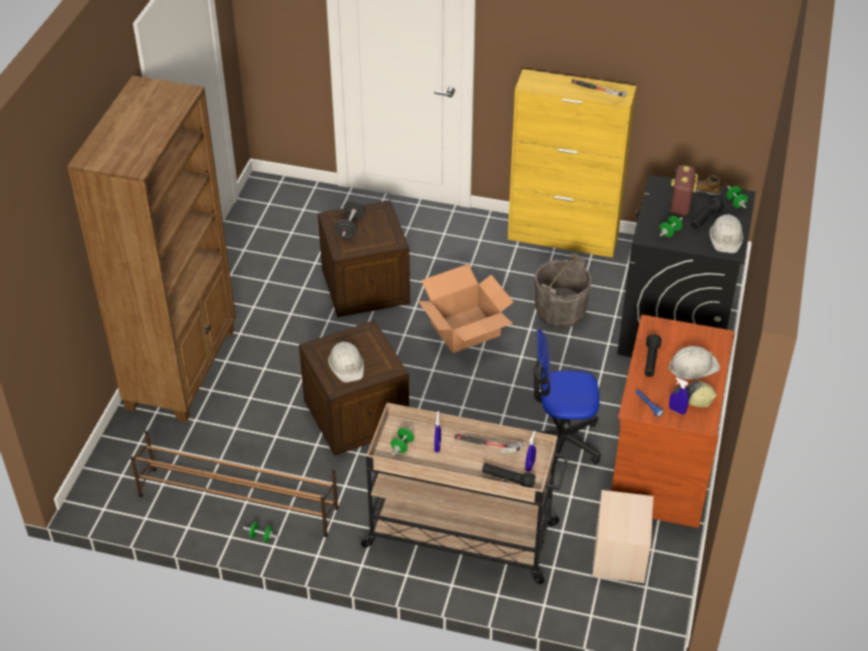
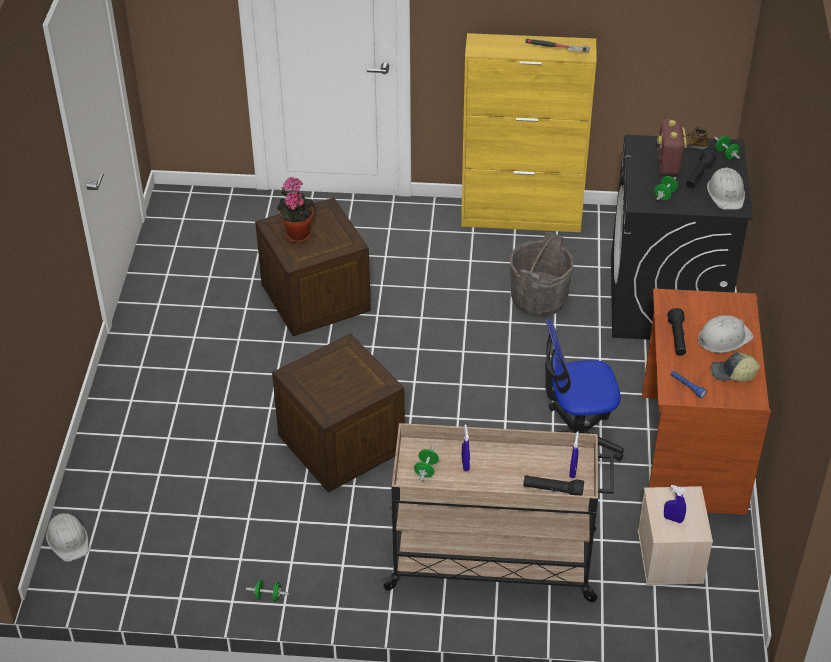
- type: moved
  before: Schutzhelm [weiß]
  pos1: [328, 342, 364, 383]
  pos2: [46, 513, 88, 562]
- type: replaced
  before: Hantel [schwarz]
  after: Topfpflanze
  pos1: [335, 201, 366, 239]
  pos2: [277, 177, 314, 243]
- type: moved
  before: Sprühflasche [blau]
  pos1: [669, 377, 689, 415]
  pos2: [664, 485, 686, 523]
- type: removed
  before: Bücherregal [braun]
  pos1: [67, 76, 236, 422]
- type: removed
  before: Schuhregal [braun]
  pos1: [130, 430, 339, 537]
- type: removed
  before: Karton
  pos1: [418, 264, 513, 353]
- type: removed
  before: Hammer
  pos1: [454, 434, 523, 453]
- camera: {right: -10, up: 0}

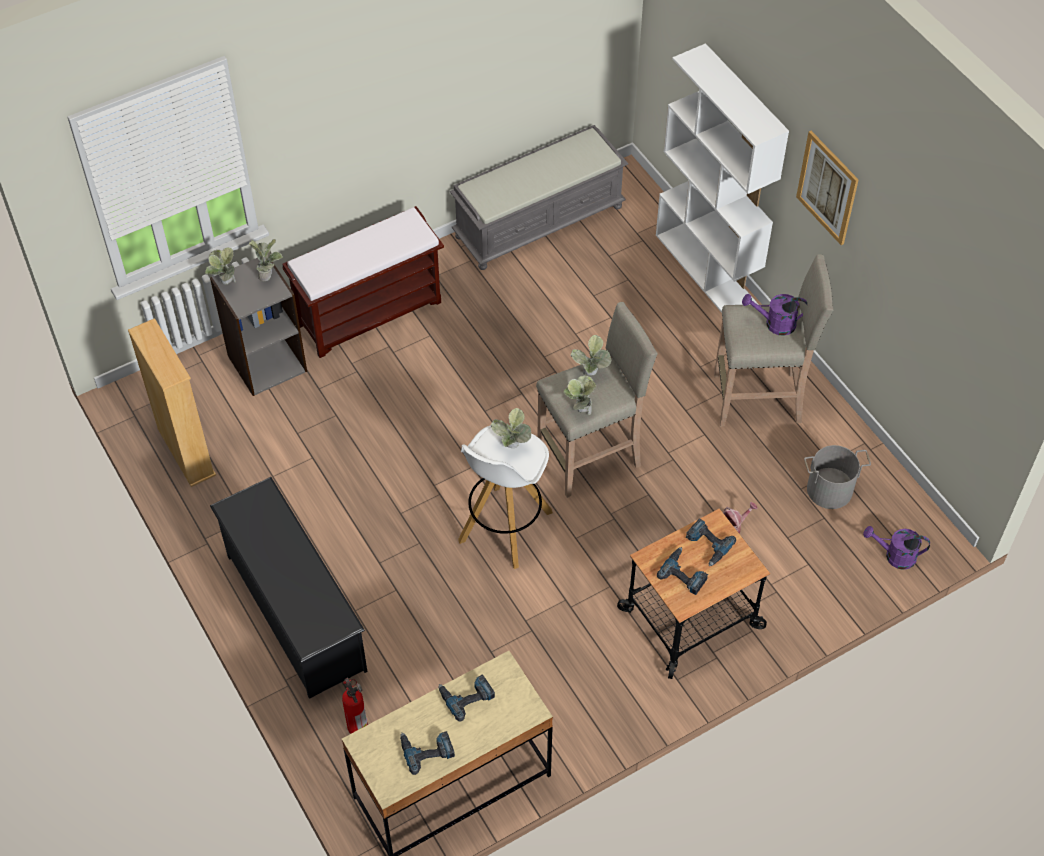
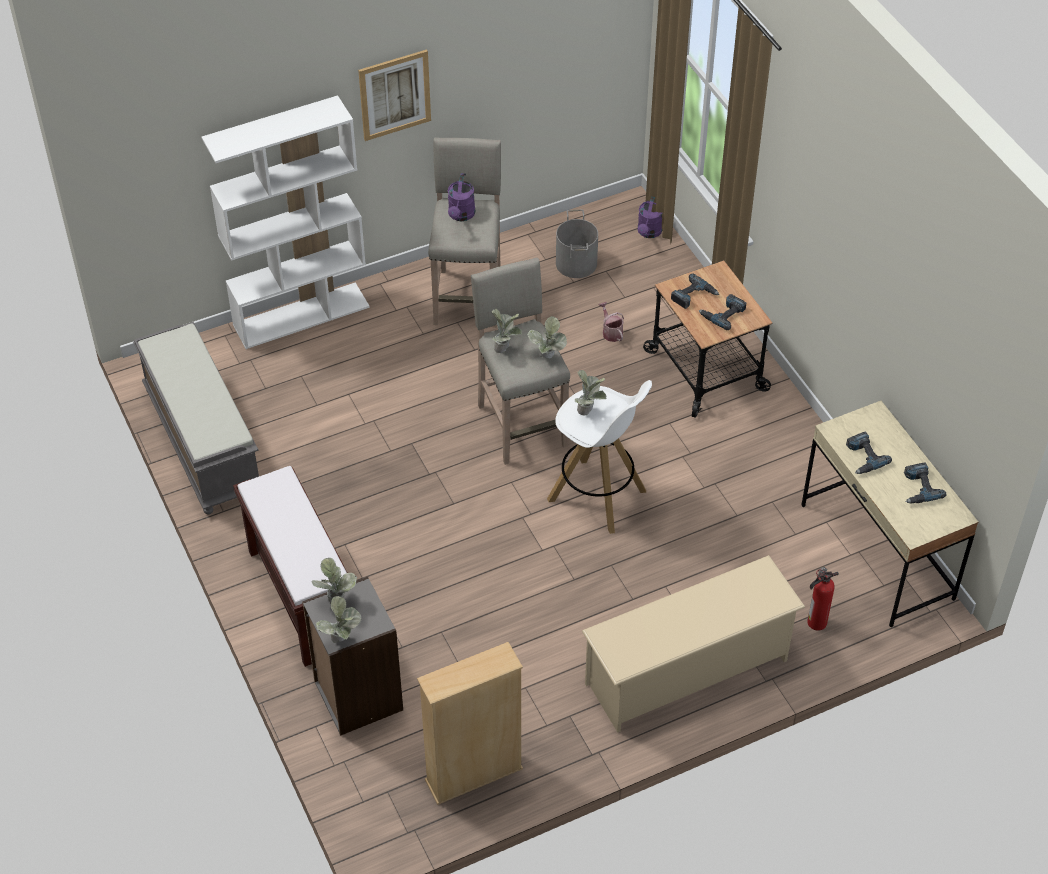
- type: recoloured
  before: Schuhregal [schwarz]
  after: Schuhregal [beige]
  pos1: [210, 477, 368, 699]
  pos2: [582, 555, 805, 733]
- camera: {right: -85, up: -5}

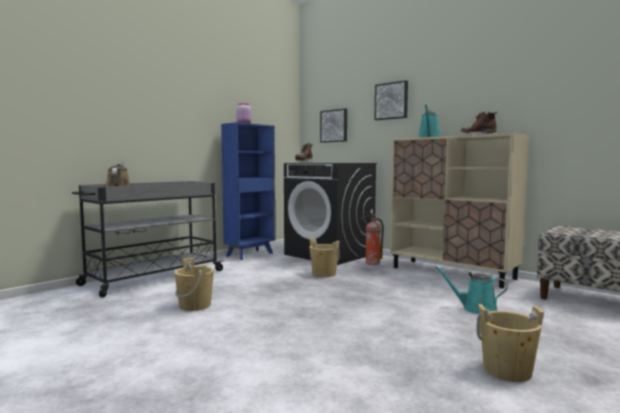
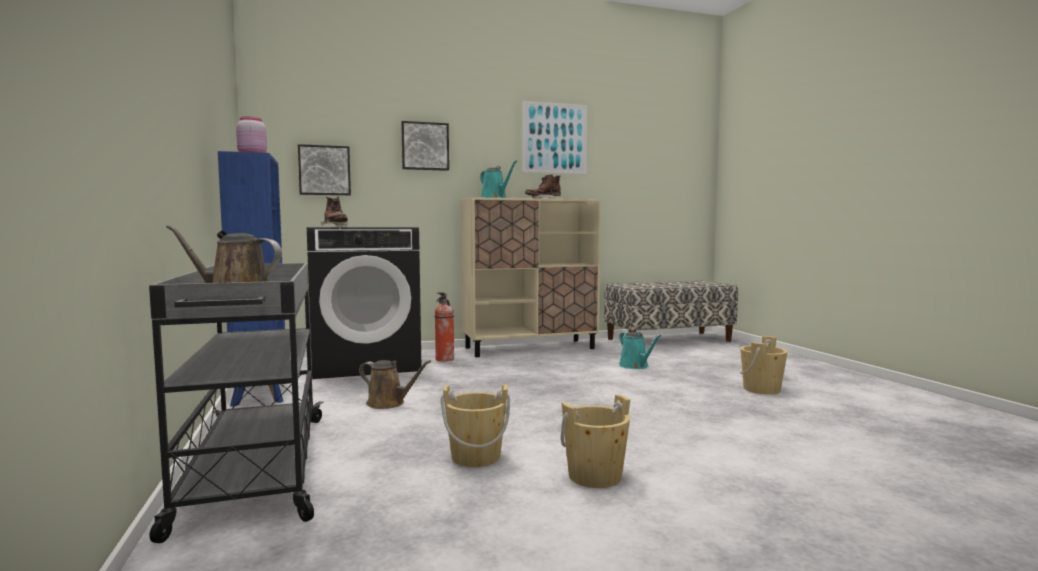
- type: added
  after: Gießkanne [braun]
  pos2: [359, 360, 431, 409]
- type: added
  after: Bild
  pos2: [522, 101, 587, 174]
- type: moved
  before: Eimer [beige]
  pos1: [309, 238, 340, 277]
  pos2: [561, 394, 630, 488]
- type: turned
  before: Gießkanne [türkis]
  pos1: [435, 266, 507, 314]
  pos2: [619, 332, 661, 369]
  turn: -75
- camera: {right: -60, up: 0}

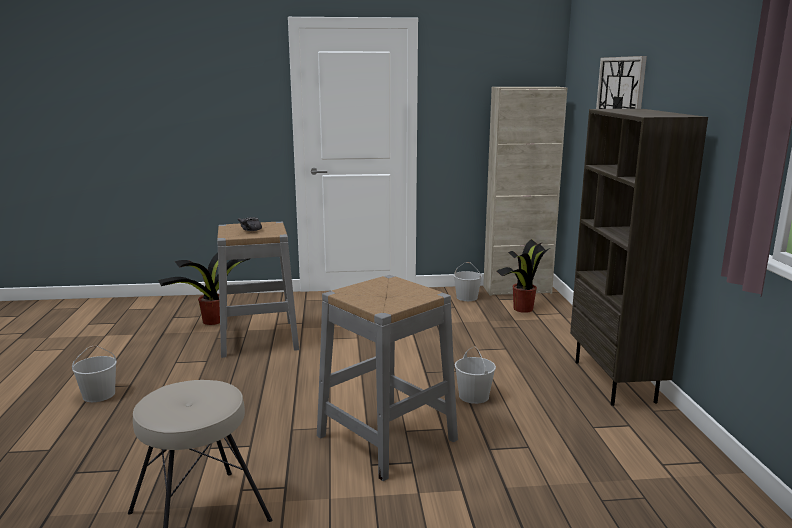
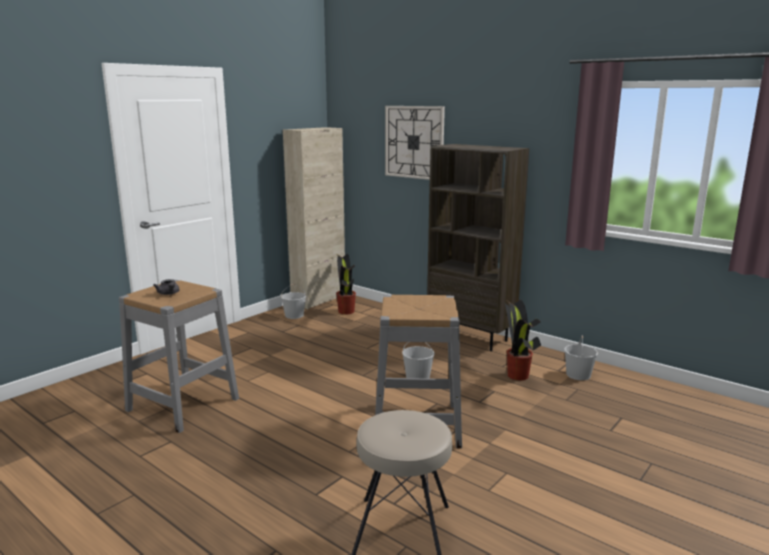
- type: moved
  before: Topfpflanze
  pos1: [158, 253, 251, 325]
  pos2: [505, 300, 541, 381]
- type: moved
  before: Eimer [weiß]
  pos1: [72, 346, 117, 402]
  pos2: [564, 336, 598, 380]
- camera: {right: -45, up: 0}

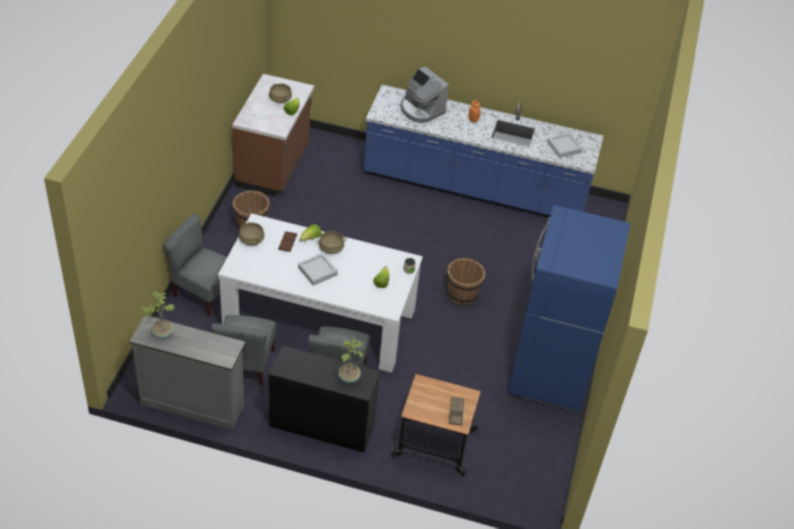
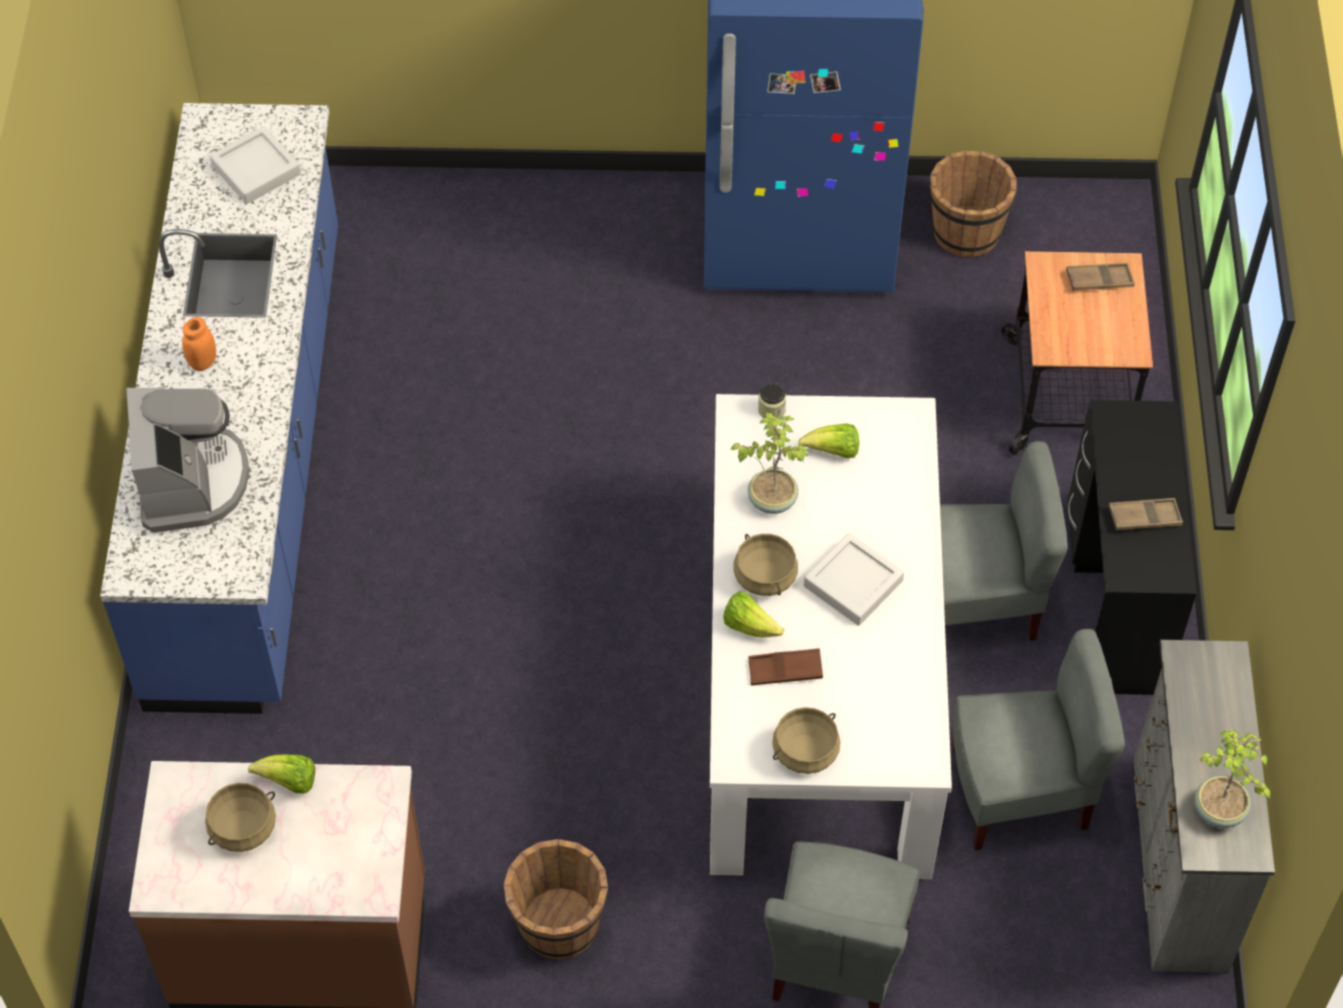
- type: turned
  before: Kaffeemaschine
  pos1: [400, 66, 449, 123]
  pos2: [126, 388, 249, 533]
  turn: -45
- type: moved
  before: Topfpflanze
  pos1: [338, 336, 364, 383]
  pos2: [731, 412, 809, 514]
- type: moved
  before: Eimer [braun]
  pos1: [447, 258, 486, 305]
  pos2: [930, 151, 1017, 257]
- type: added
  after: Tablett [braun]
  pos2: [1109, 498, 1183, 530]
- camera: {right: -100, up: 10}

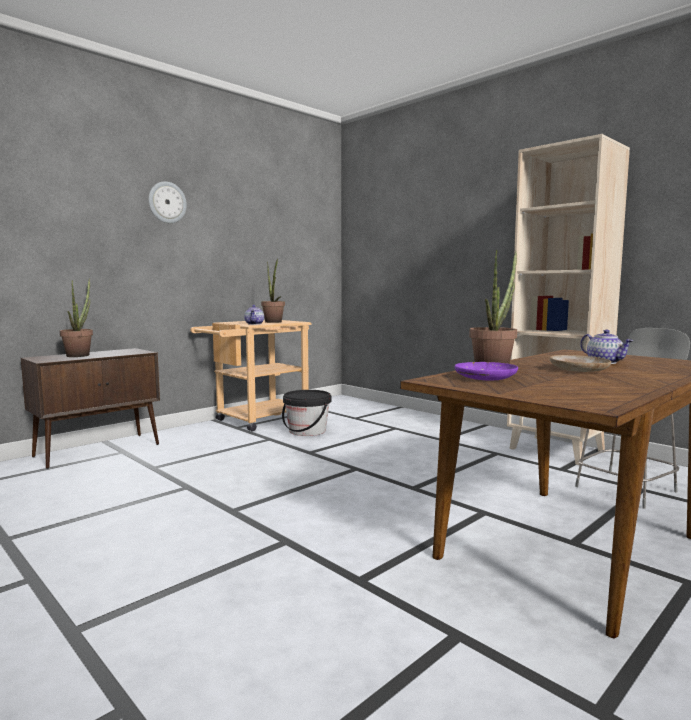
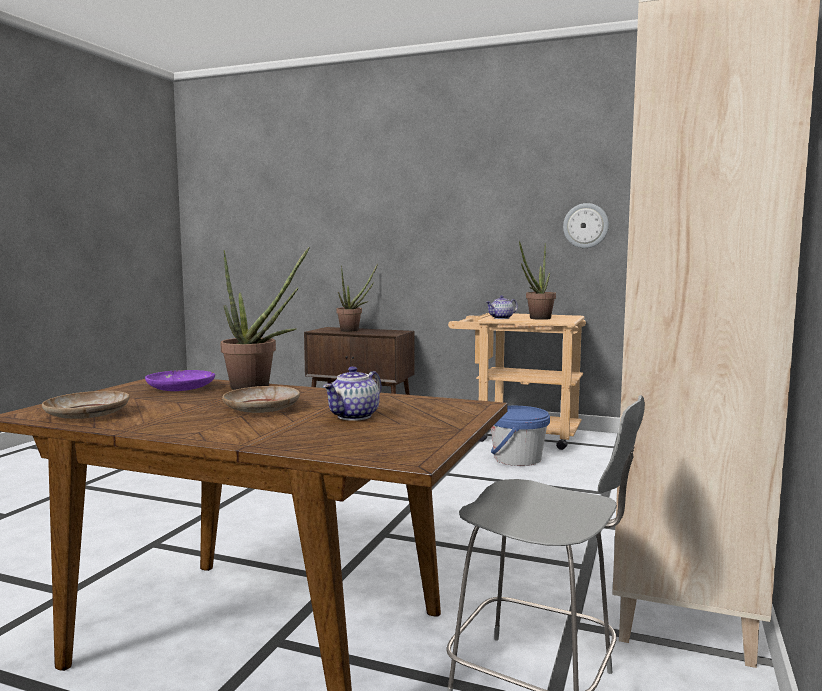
- type: added
  after: Teller [beige]
  pos2: [42, 391, 129, 419]
- type: recoloured
  before: Eimer [schwarz]
  after: Eimer [blau]
  pos1: [282, 390, 332, 436]
  pos2: [491, 406, 550, 466]
- type: moved
  before: Wanduhr
  pos1: [149, 182, 187, 223]
  pos2: [563, 203, 609, 248]
- camera: {right: 65, up: 0}

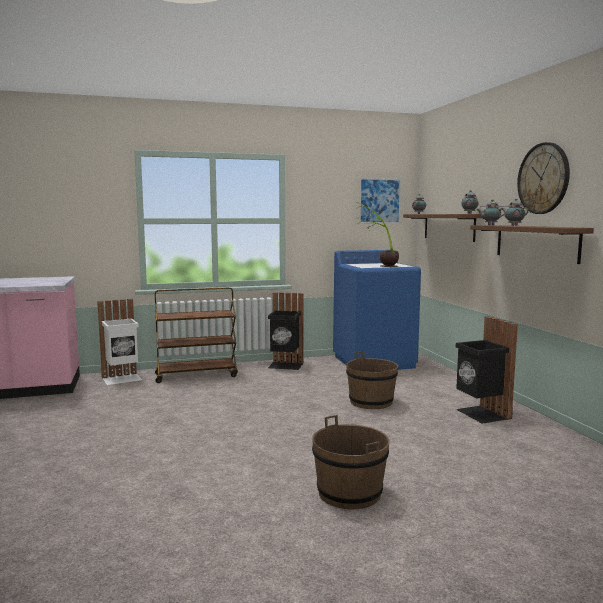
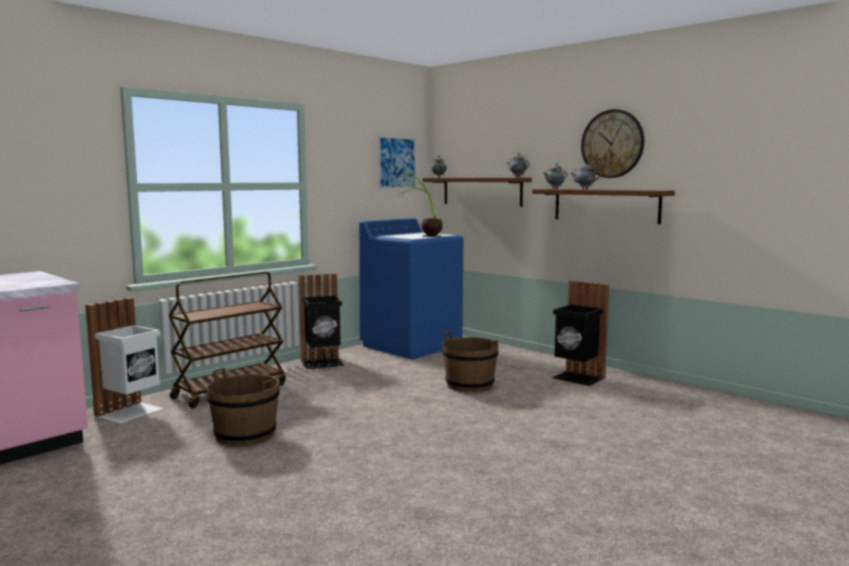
- type: moved
  before: Eimer [braun]
  pos1: [312, 415, 390, 509]
  pos2: [207, 368, 280, 446]
- camera: {right: -30, up: 0}

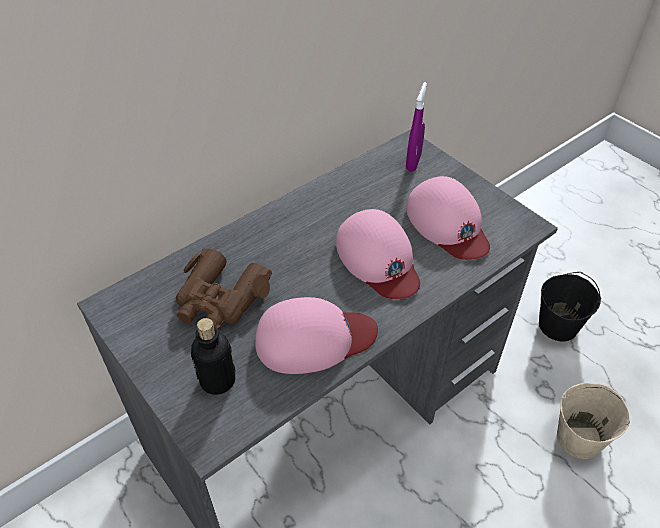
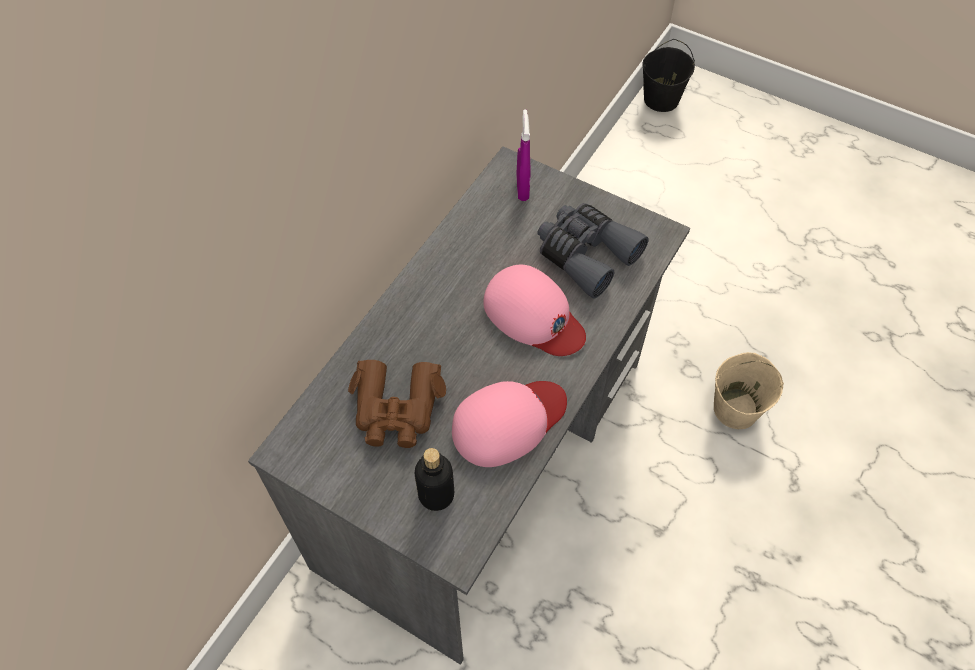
- type: replaced
  before: Kappe [rosa]
  after: Fernglas [grau]
  pos1: [406, 176, 490, 260]
  pos2: [537, 203, 649, 299]
- type: moved
  before: Eimer [schwarz]
  pos1: [539, 272, 601, 342]
  pos2: [643, 39, 695, 112]
- camera: {right: -20, up: 10}

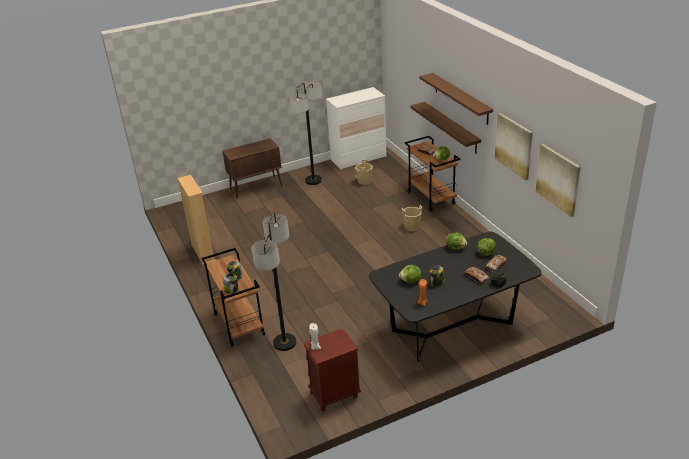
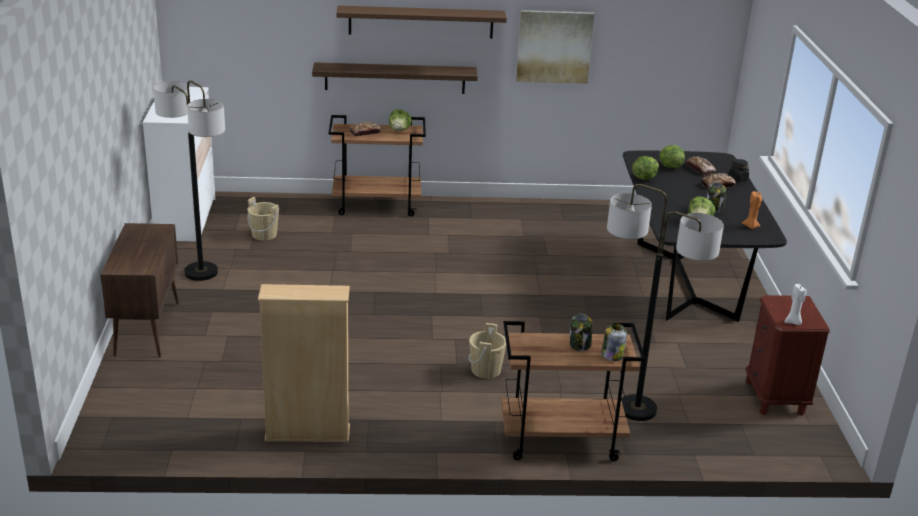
- type: moved
  before: Eimer [beige]
  pos1: [402, 205, 422, 231]
  pos2: [469, 323, 506, 379]
- type: removed
  before: Bild
  pos1: [536, 144, 581, 217]
- camera: {right: -70, up: -5}

